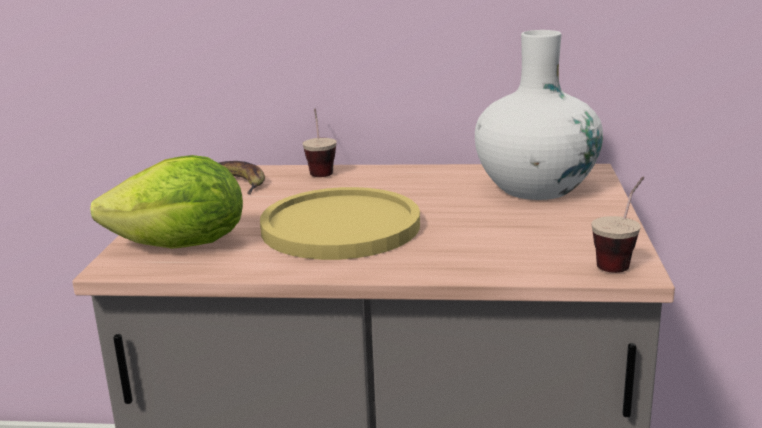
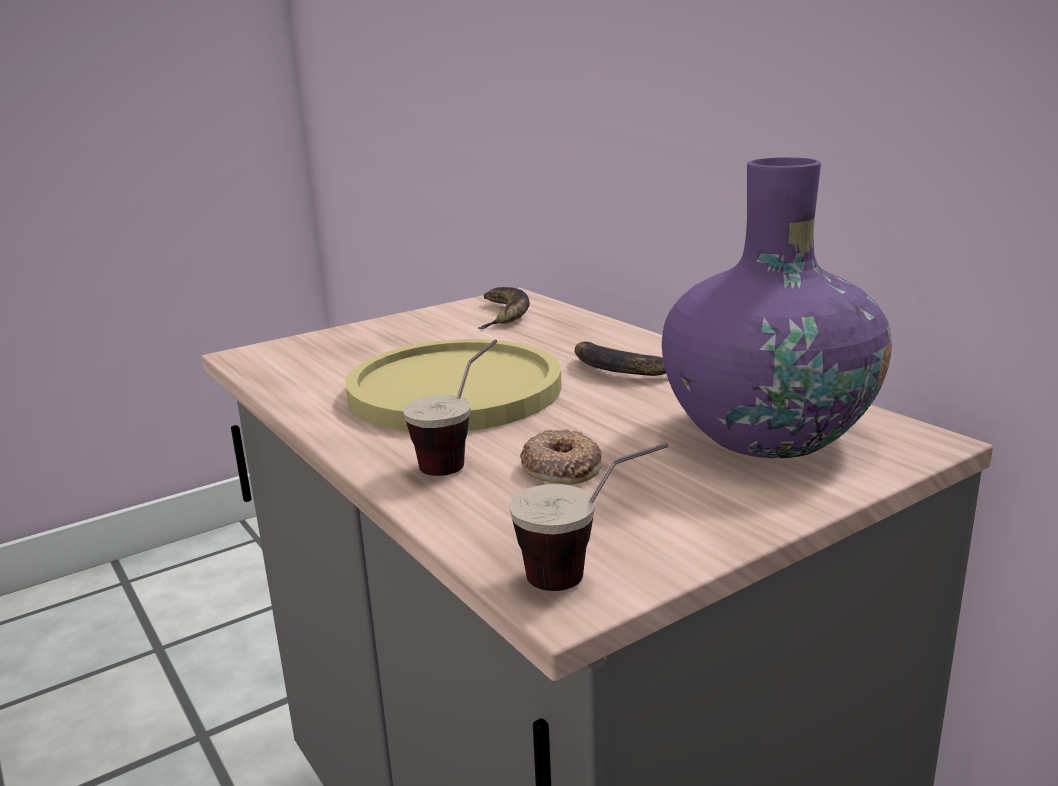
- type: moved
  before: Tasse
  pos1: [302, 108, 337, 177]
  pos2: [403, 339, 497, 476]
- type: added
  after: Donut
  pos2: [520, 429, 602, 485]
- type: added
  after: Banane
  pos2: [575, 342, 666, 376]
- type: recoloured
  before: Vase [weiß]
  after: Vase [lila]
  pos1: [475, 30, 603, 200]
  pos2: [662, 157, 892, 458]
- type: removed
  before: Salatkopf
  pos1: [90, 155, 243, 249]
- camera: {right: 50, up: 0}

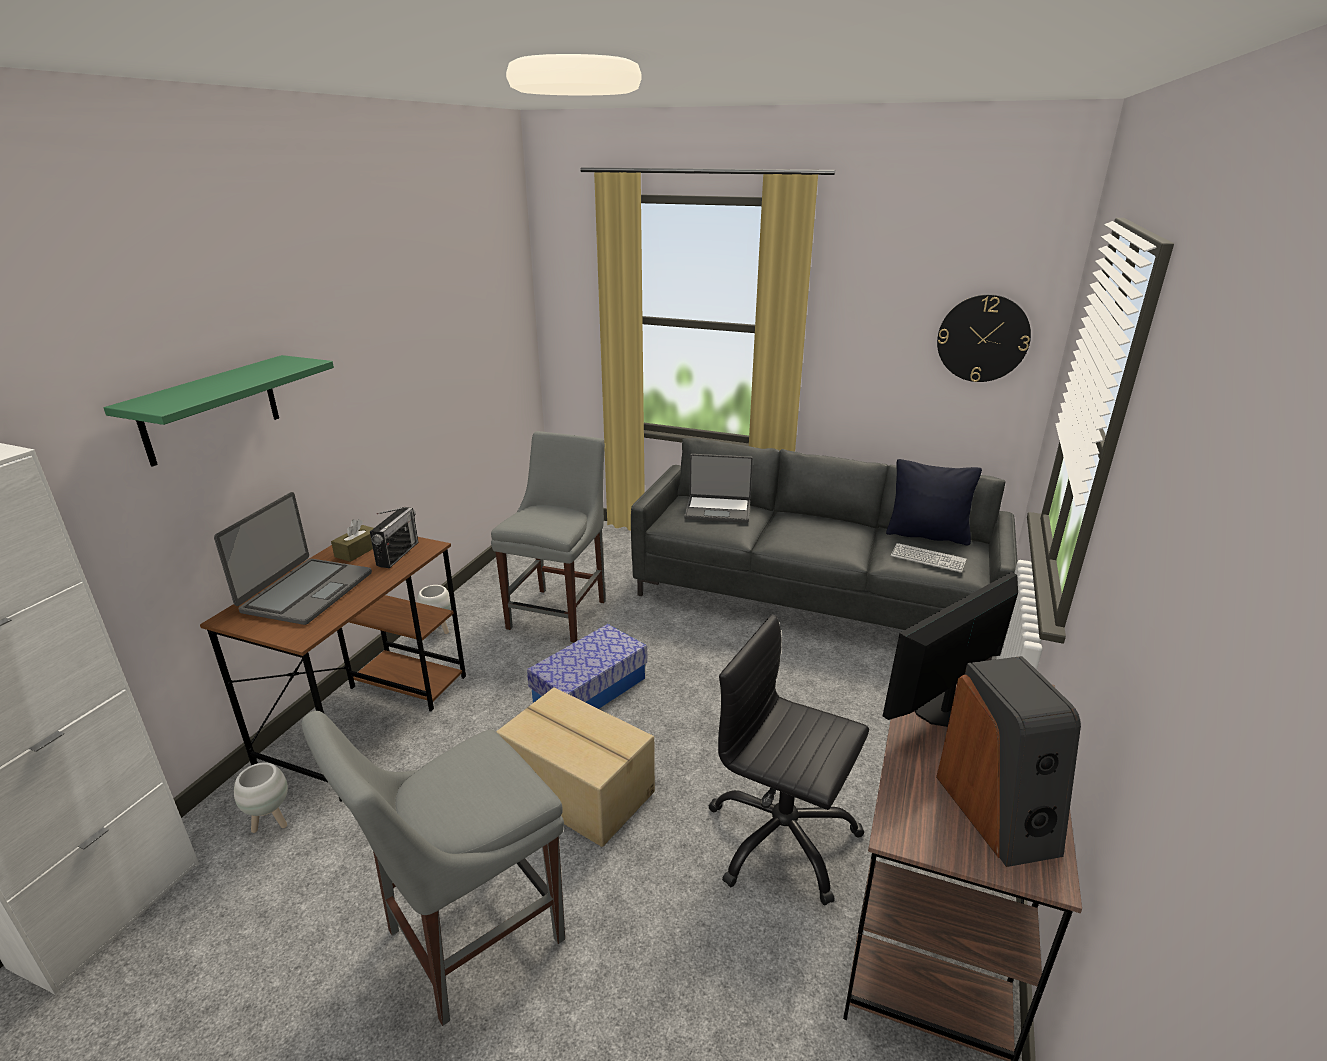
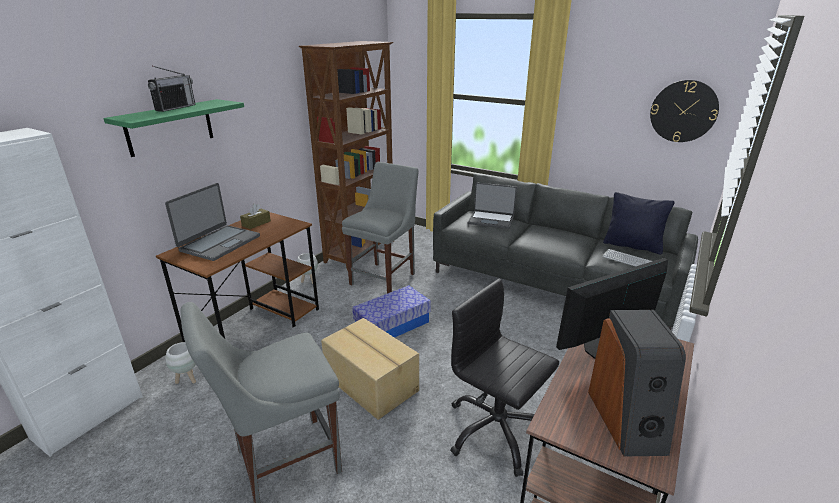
- type: moved
  before: Radio
  pos1: [370, 507, 418, 568]
  pos2: [148, 66, 196, 112]
- type: added
  after: Bücherregal [braun]
  pos2: [299, 41, 394, 270]
- camera: {right: 10, up: 0}

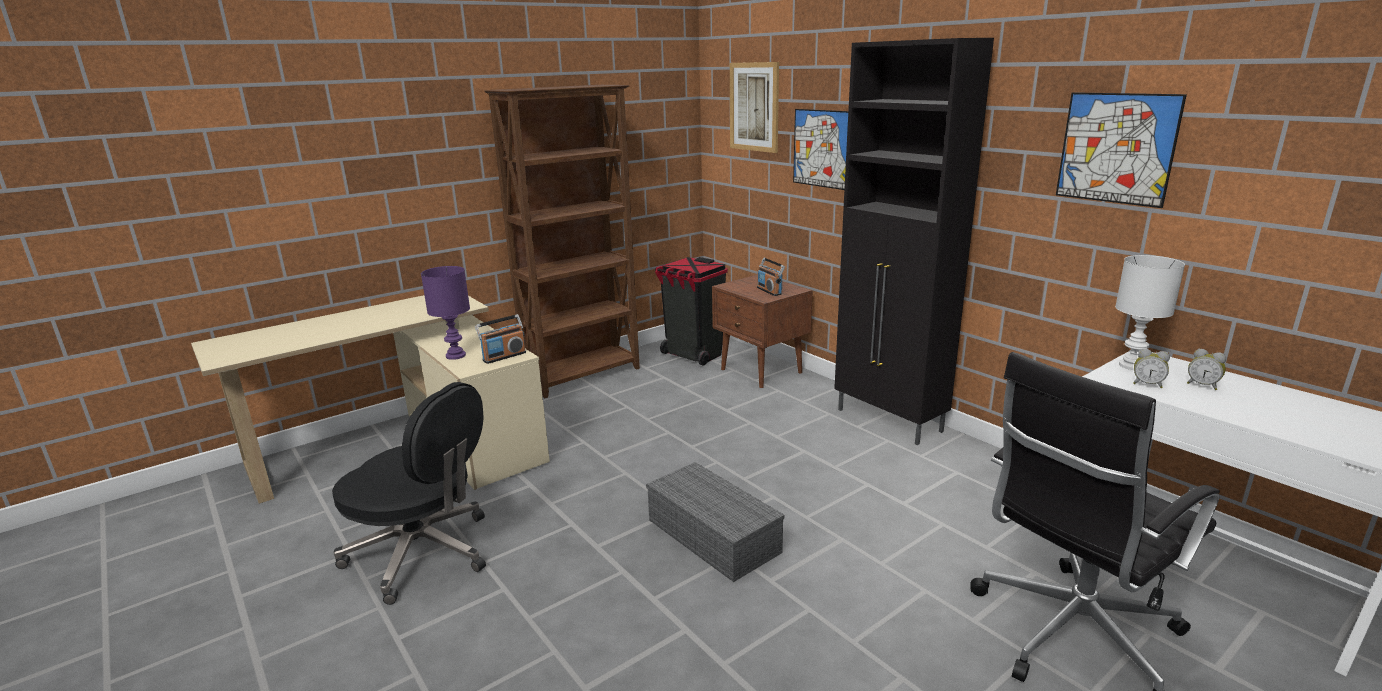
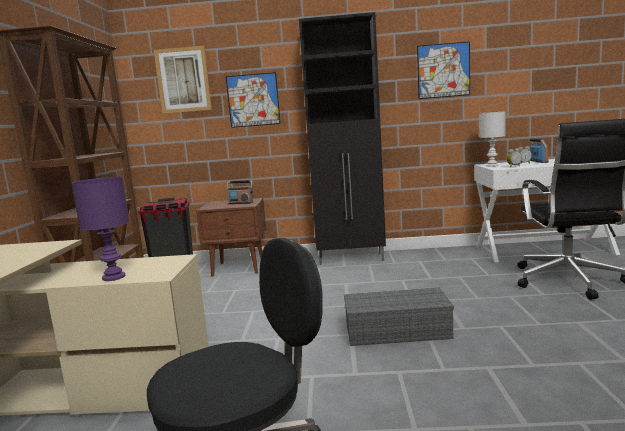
- type: moved
  before: Radio
  pos1: [475, 314, 526, 364]
  pos2: [529, 139, 549, 163]
- camera: {right: -50, up: -10}

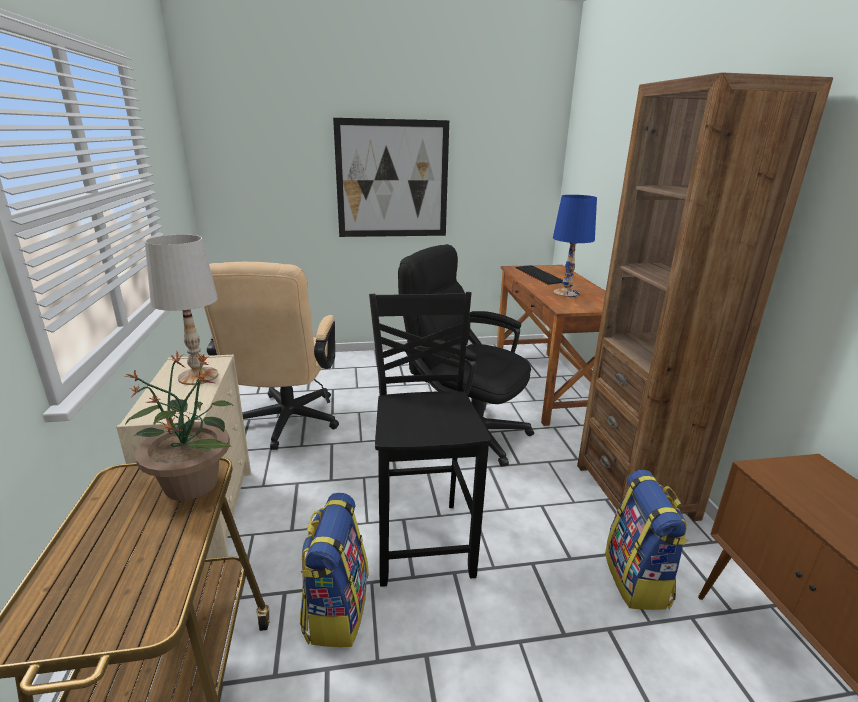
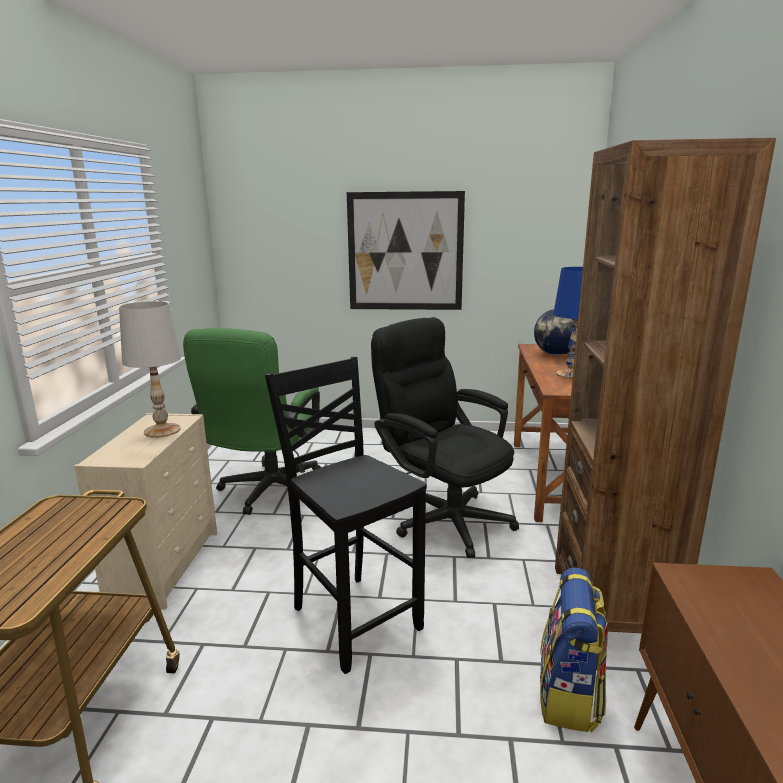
- type: recoloured
  before: Bürostuhl [beige]
  after: Bürostuhl [grün]
  pos1: [204, 262, 339, 450]
  pos2: [183, 328, 321, 515]
- type: turned
  before: Stuhl [schwarz]
  pos1: [369, 292, 491, 587]
  pos2: [265, 357, 427, 674]
  turn: -45
- type: replaced
  before: Tastatur
  after: Globus
  pos1: [515, 265, 563, 285]
  pos2: [534, 309, 573, 355]
- type: removed
  before: Topfpflanze
  pos1: [124, 352, 233, 501]
- type: removed
  before: Rucksack
  pos1: [300, 493, 369, 647]
- camera: {right: 15, up: -5}

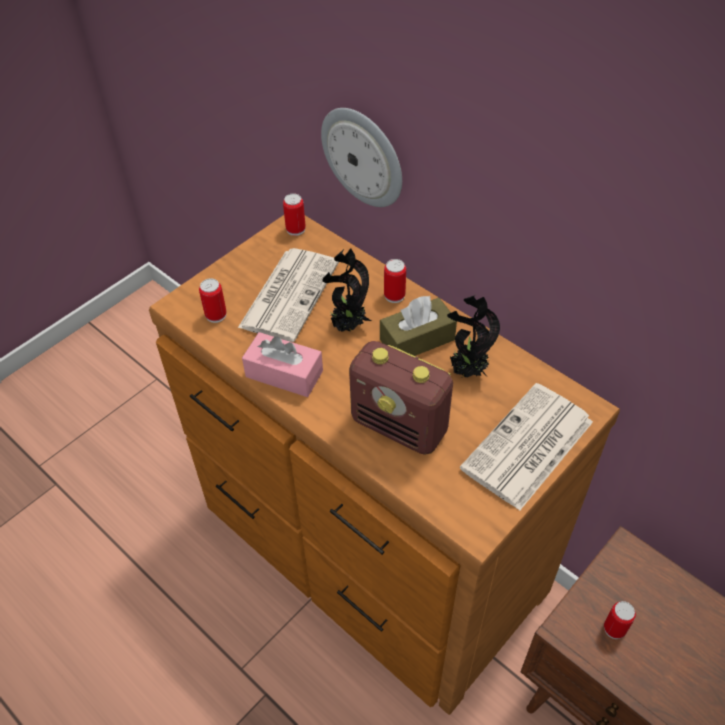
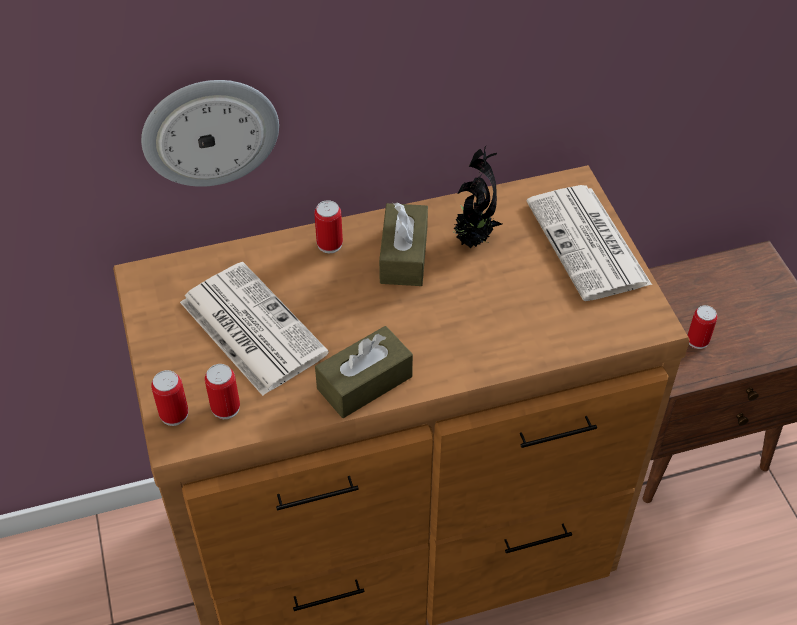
- type: moved
  before: Dose
  pos1: [283, 193, 306, 236]
  pos2: [151, 370, 188, 426]
- type: recoloured
  before: Taschentuchbox [rosa]
  after: Taschentuchbox [braun]
  pos1: [242, 332, 323, 397]
  pos2: [315, 326, 413, 418]
- type: removed
  before: Topfpflanze
  pos1: [322, 249, 371, 331]
- type: removed
  before: Radio
  pos1: [349, 341, 453, 455]
- camera: {right: -60, up: 0}

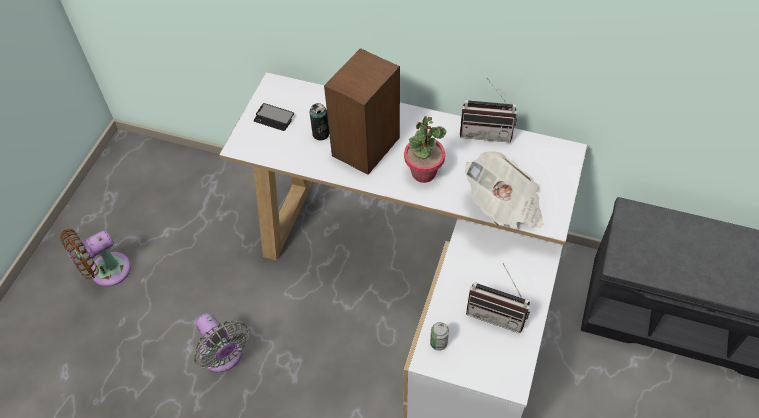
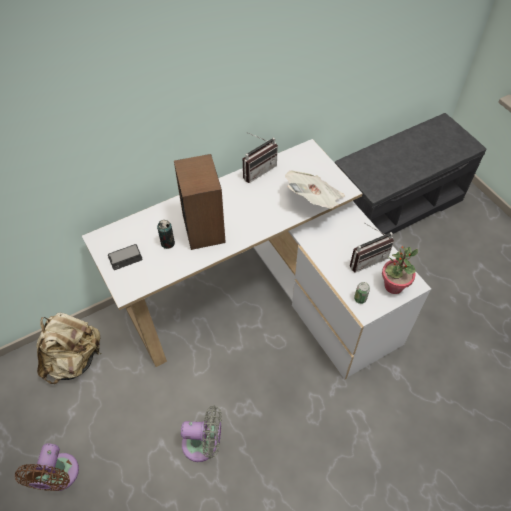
- type: added
  after: Rucksack [beige]
  pos2: [36, 313, 101, 384]
- type: moved
  before: Topfpflanze
  pos1: [404, 116, 447, 183]
  pos2: [382, 246, 418, 294]
- camera: {right: -50, up: 0}

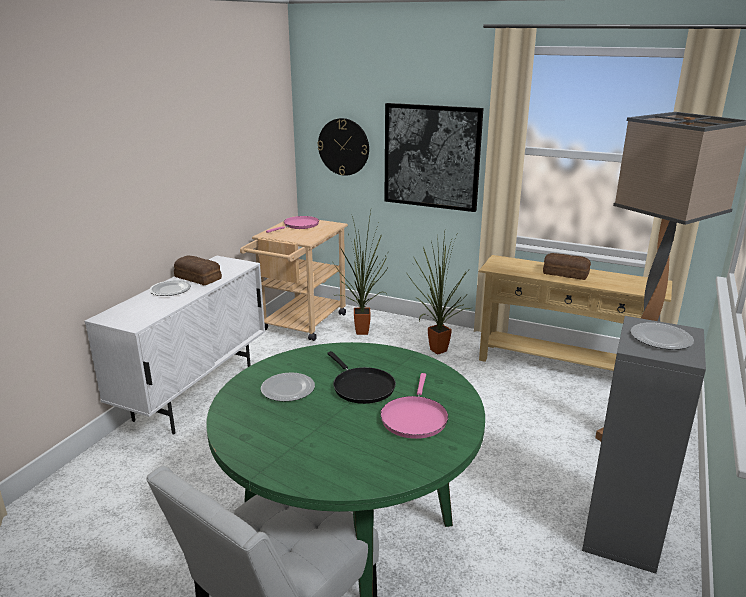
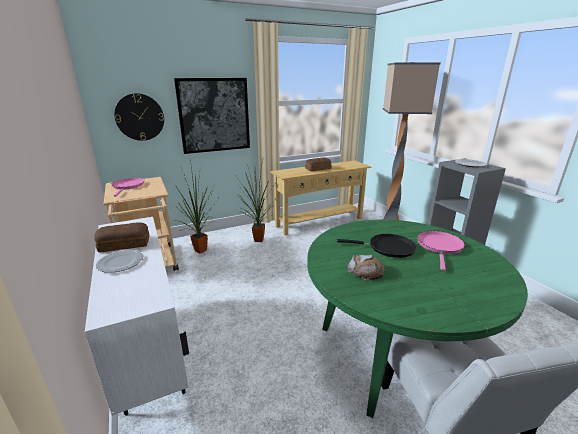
- type: replaced
  before: Teller
  after: Brot
  pos1: [261, 372, 315, 402]
  pos2: [347, 254, 385, 281]
- type: turned
  before: Pfanne [rosa]
  pos1: [380, 373, 448, 439]
  pos2: [417, 231, 465, 271]
  turn: -120
- camera: {right: -50, up: 0}

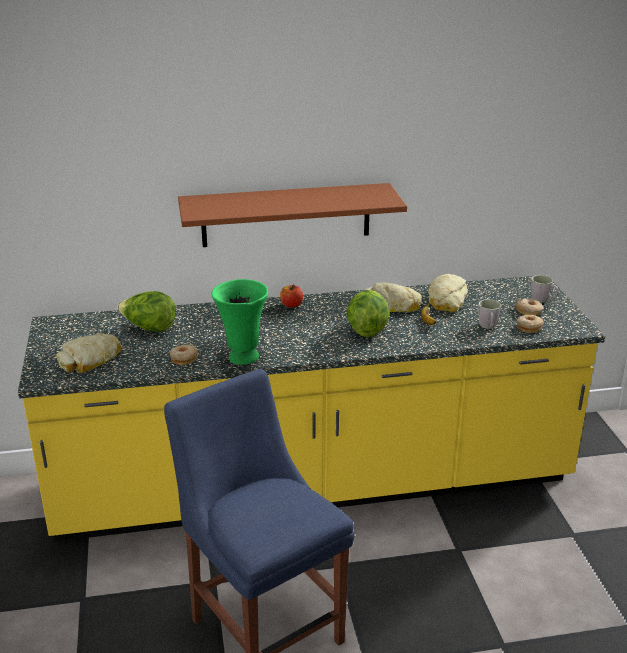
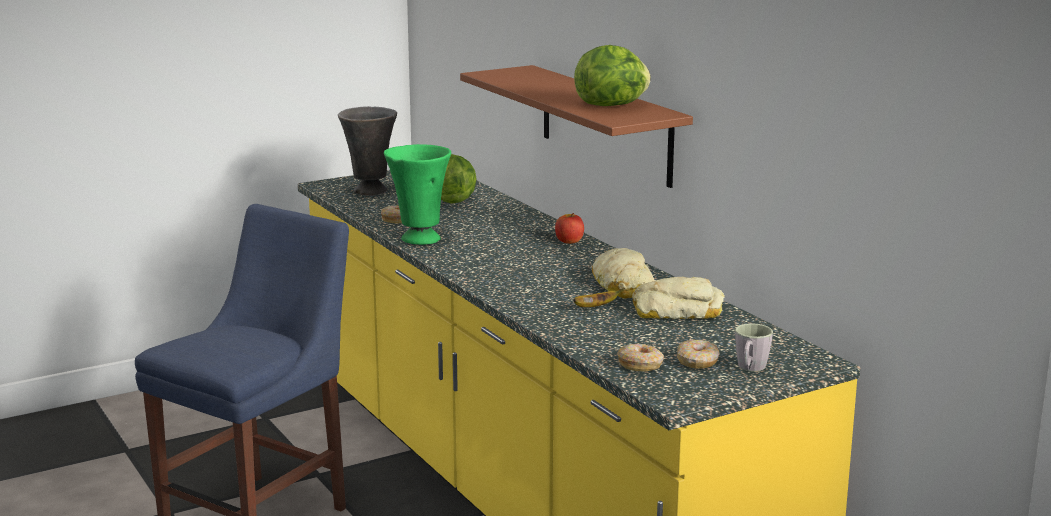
- type: replaced
  before: Brot
  after: Vase [grau]
  pos1: [56, 333, 121, 373]
  pos2: [338, 106, 397, 196]
- type: moved
  before: Salatkopf
  pos1: [346, 290, 390, 337]
  pos2: [574, 45, 651, 106]
- type: removed
  before: Henkelbecher [grau]
  pos1: [478, 299, 501, 329]
- camera: {right: 70, up: -10}

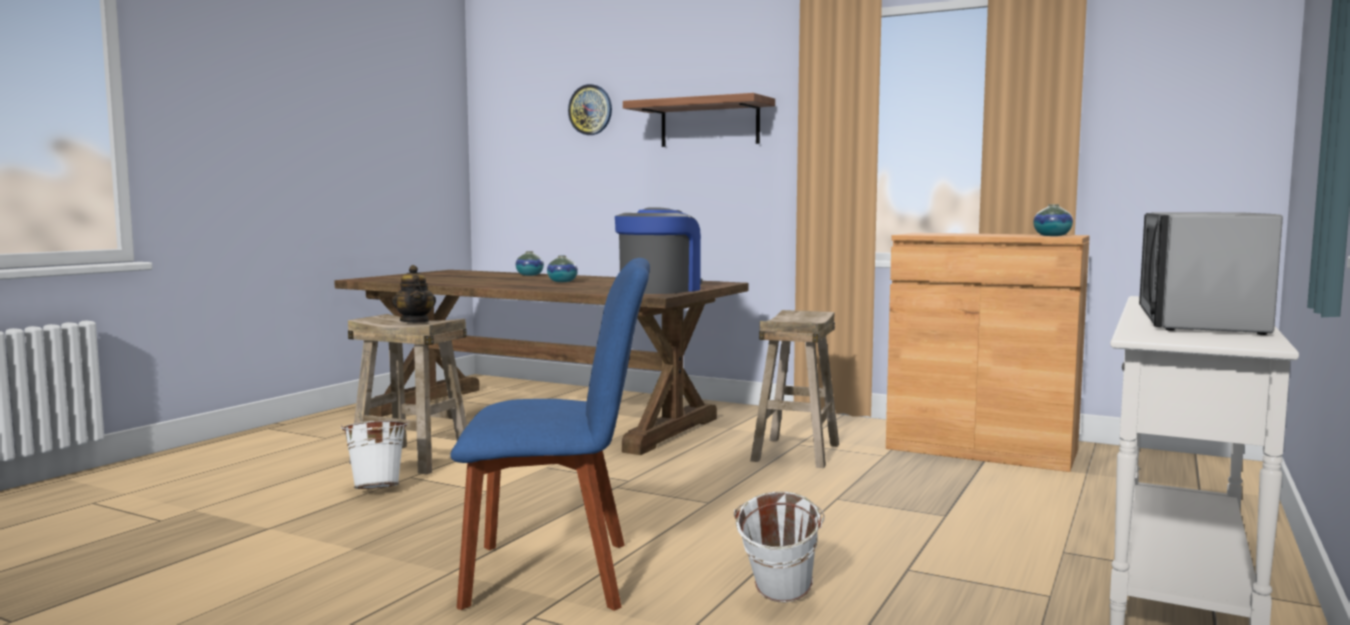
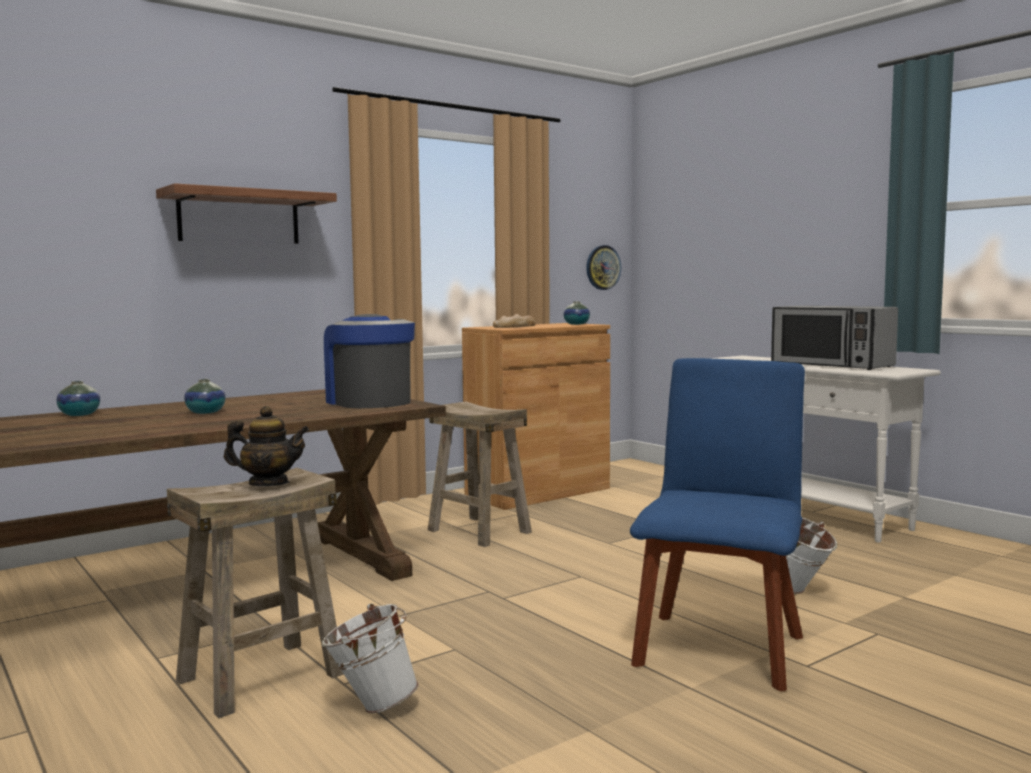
- type: added
  after: Brot
  pos2: [493, 314, 536, 328]
- type: moved
  before: Wanduhr
  pos1: [568, 84, 612, 135]
  pos2: [586, 245, 621, 290]
- camera: {right: -65, up: 0}

